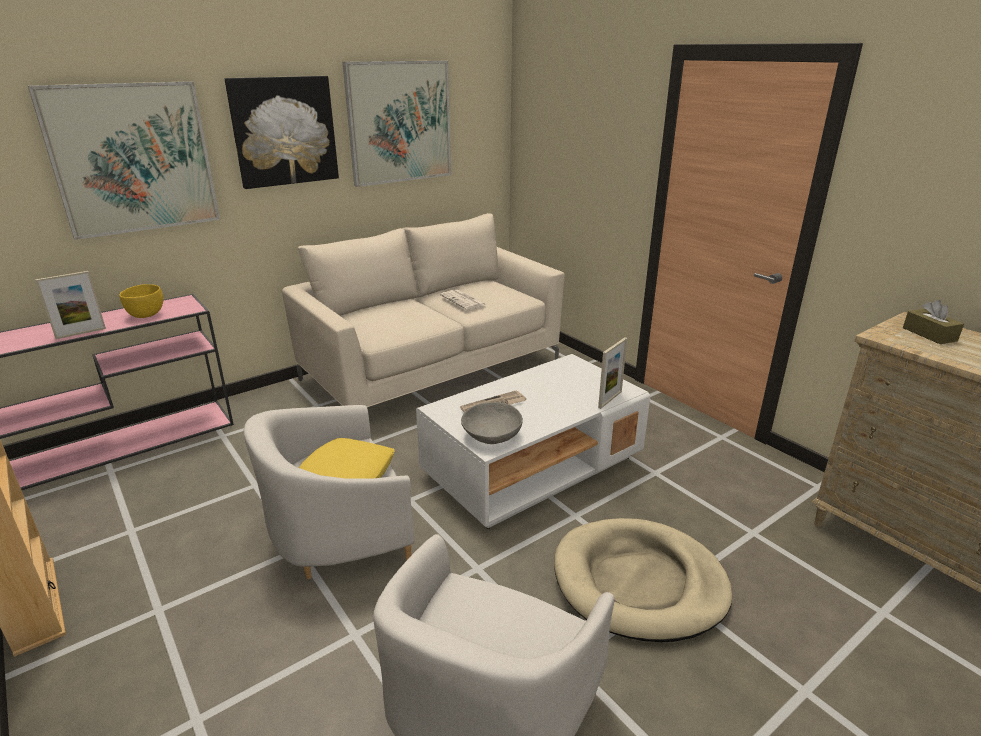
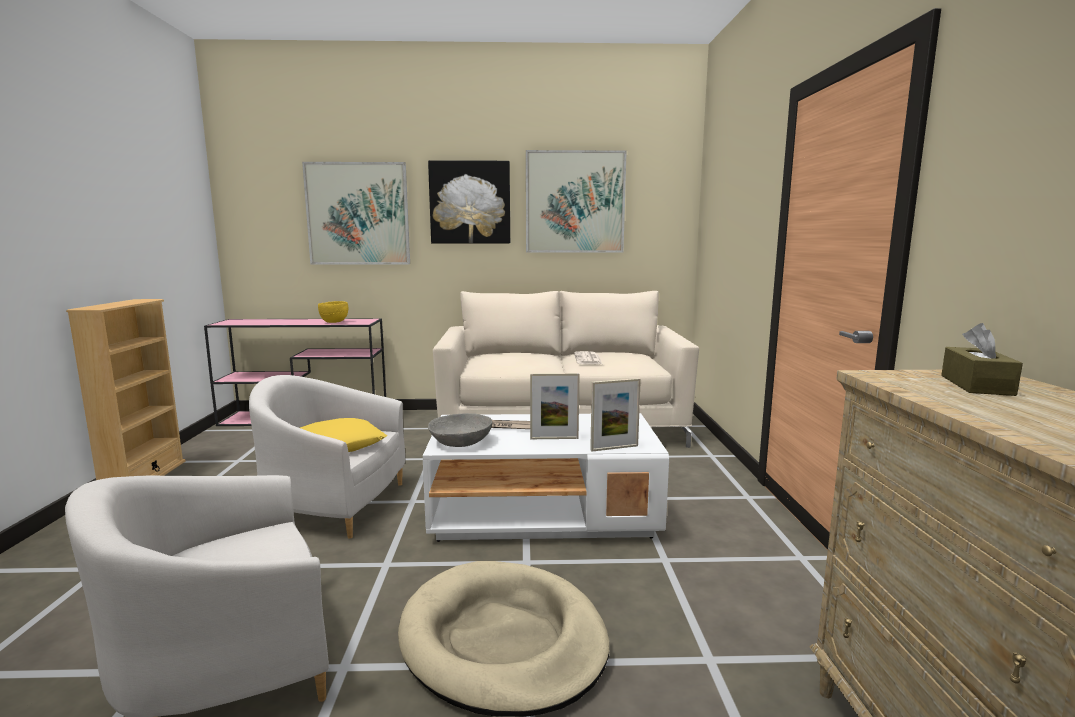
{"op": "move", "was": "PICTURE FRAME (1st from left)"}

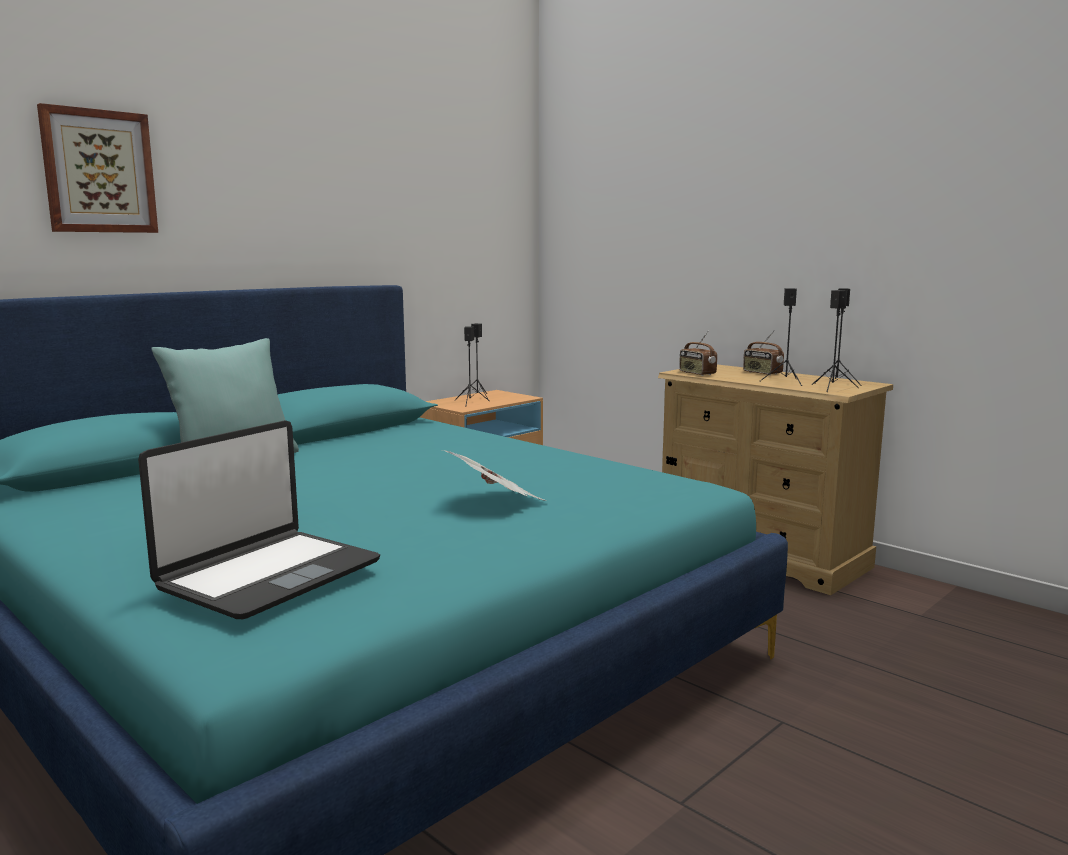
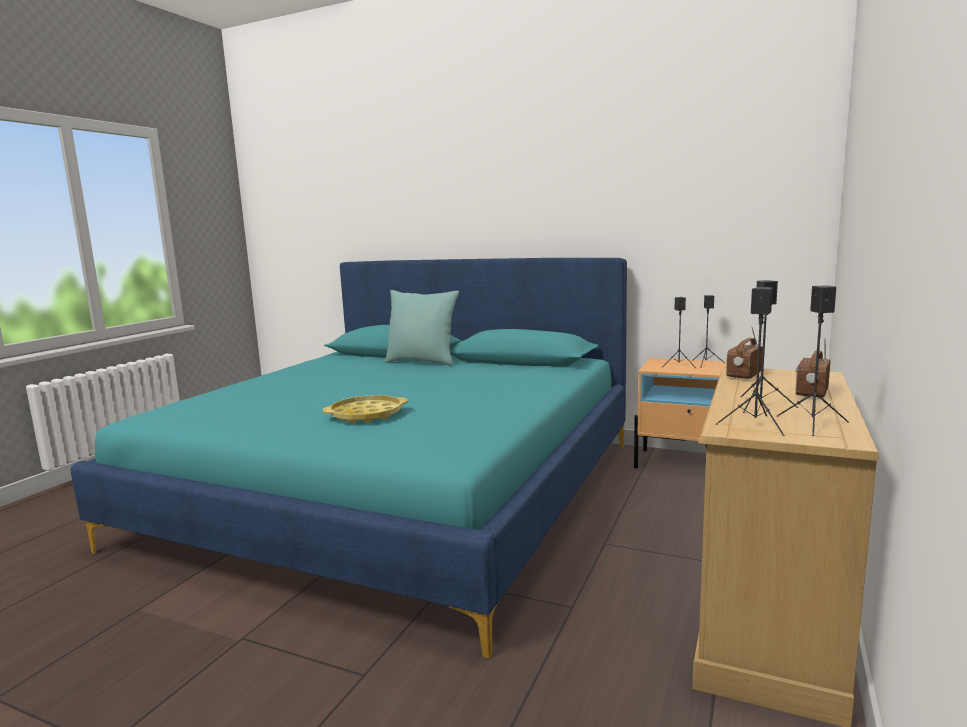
{"op": "replace", "was": "NEWSPAPER", "now": "YELLOW TRAY"}
{"op": "delete", "was": "PICTURE"}
{"op": "delete", "was": "LAPTOP"}

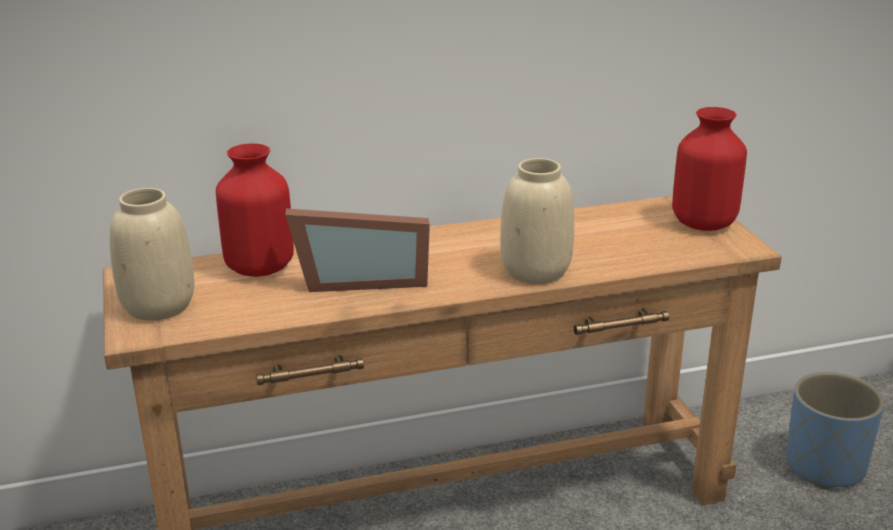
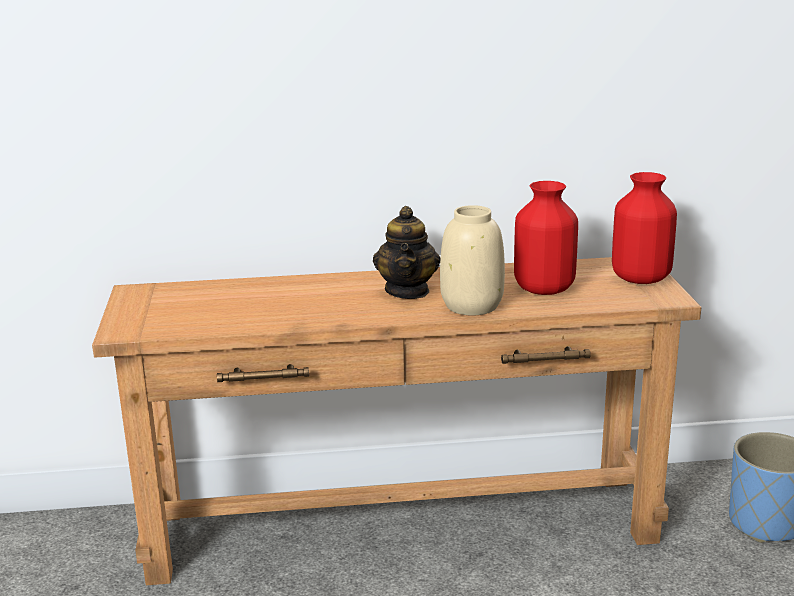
{"op": "insert", "now": "TEAPOT"}
{"op": "move", "was": "RED VASE (1st from left)"}
{"op": "delete", "was": "BEIGE VASE (1st from left)"}
{"op": "delete", "was": "PICTURE FRAME"}

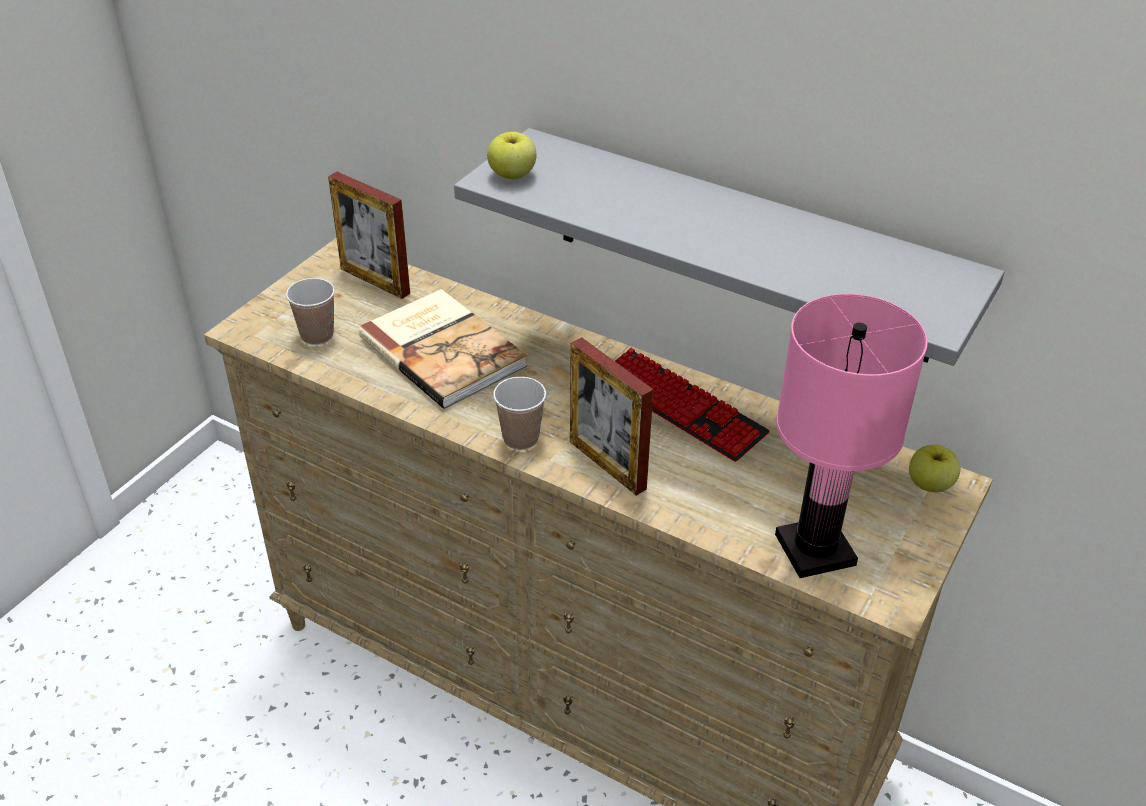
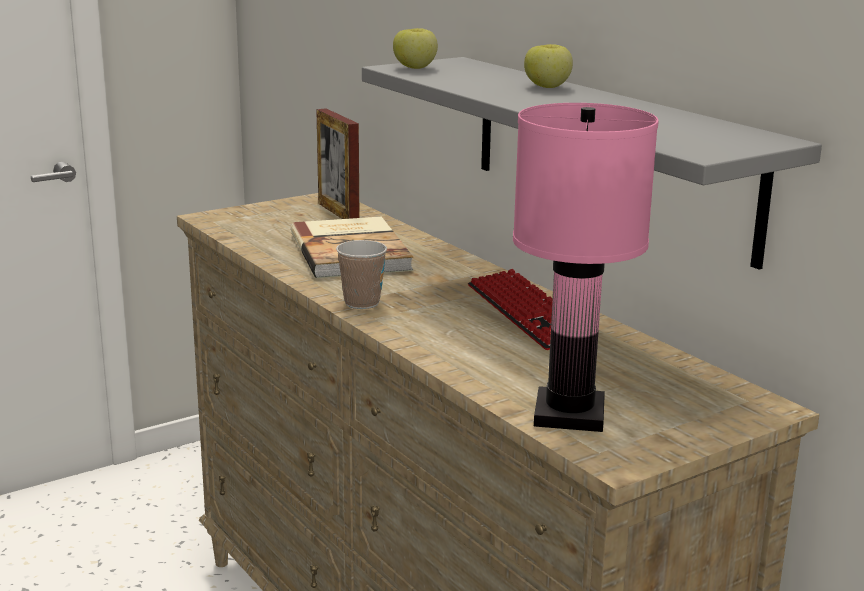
{"op": "move", "was": "APPLE (2nd from left)"}
{"op": "delete", "was": "CUP (1st from left)"}
{"op": "delete", "was": "PICTURE FRAME (2nd from left)"}

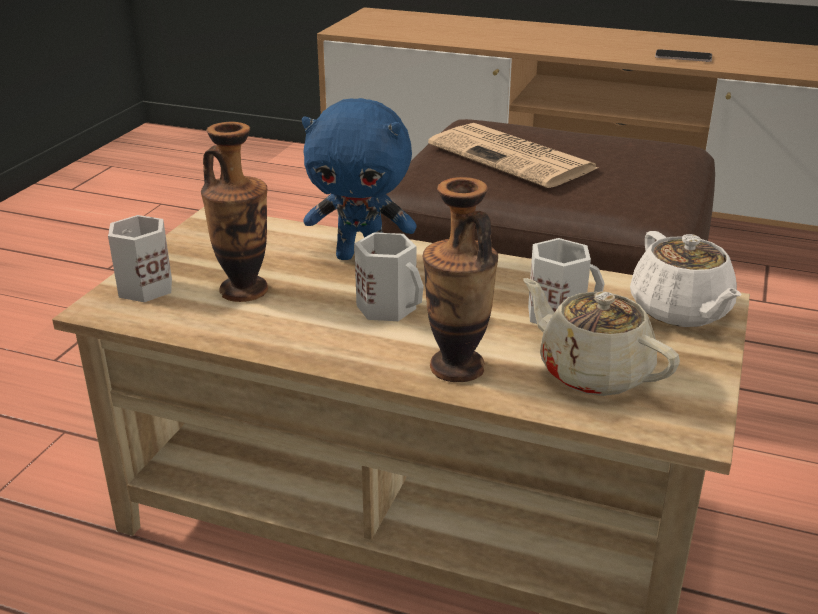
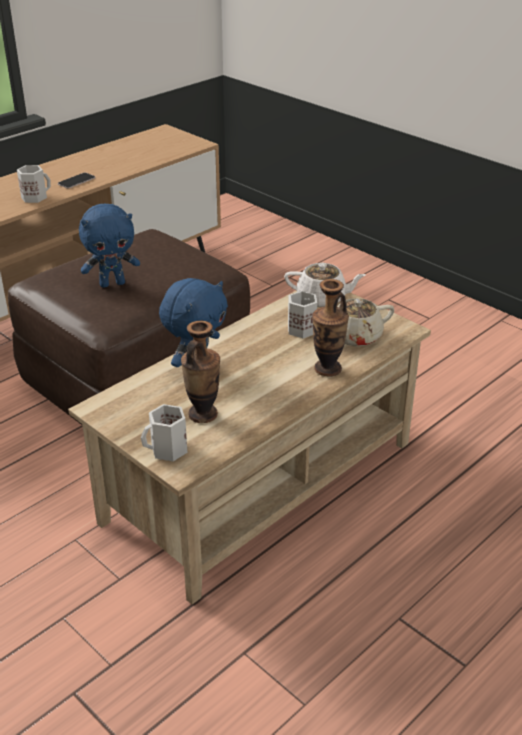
{"op": "move", "was": "WHITE MUG (2nd from left in the first image)", "now": "WHITE MUG (1st from left)"}
{"op": "replace", "was": "NEWSPAPER", "now": "BLUE PLUSH TOY (1st from left)"}

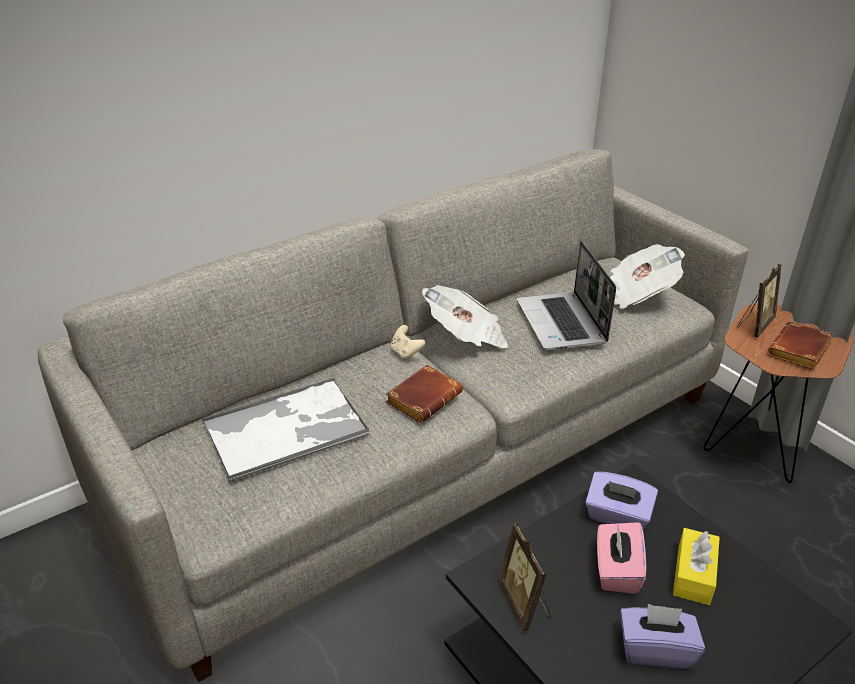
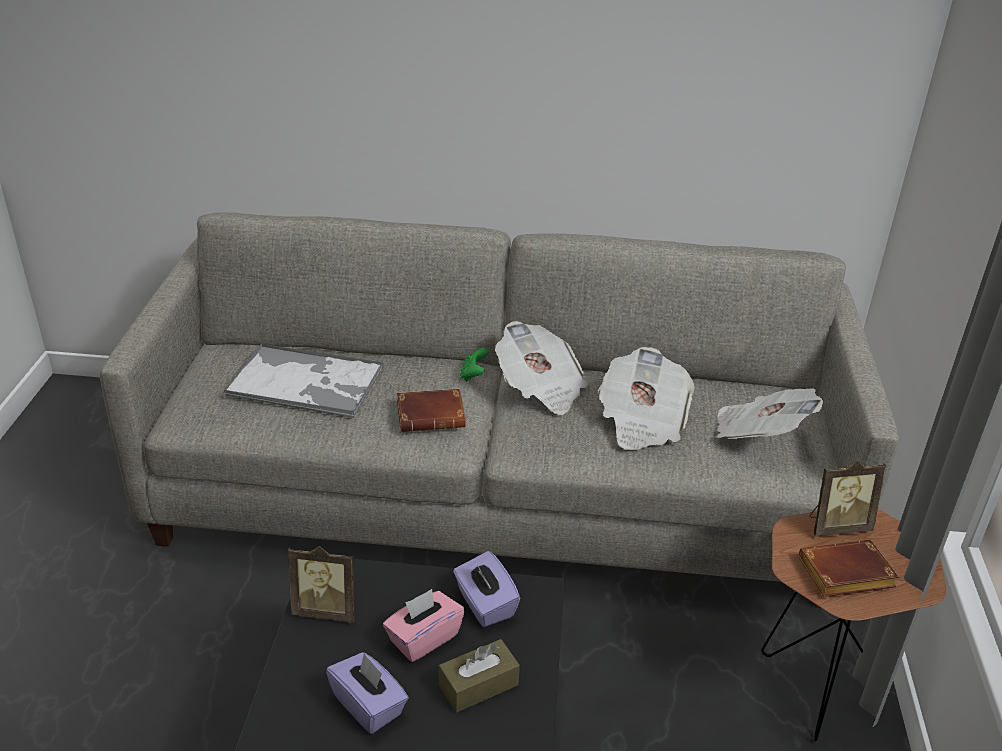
{"op": "rotate", "was": "PICTURE FRAME (1st from left)", "clockwise": -105}
{"op": "recolor", "was": "YELLOW TISSUE BOX", "now": "BROWN TISSUE BOX"}
{"op": "recolor", "was": "BEIGE GAME CONTROLLER", "now": "GREEN GAME CONTROLLER"}
{"op": "replace", "was": "LAPTOP", "now": "NEWSPAPER (2nd from left)"}

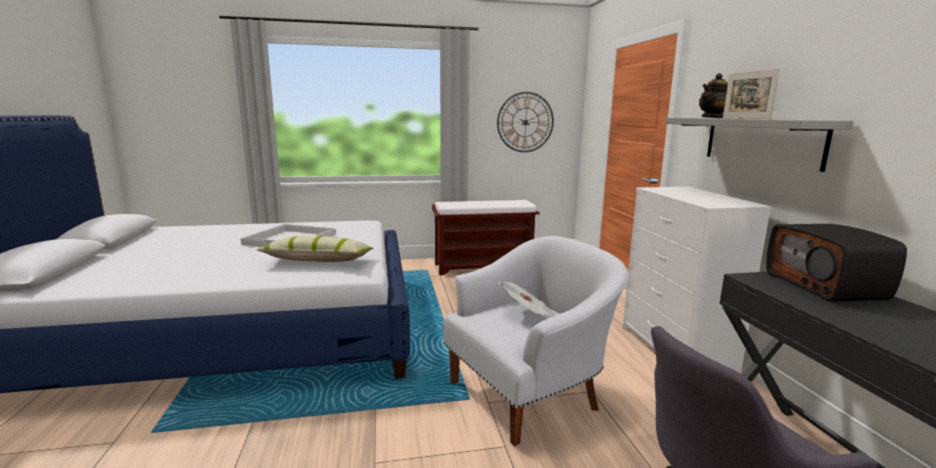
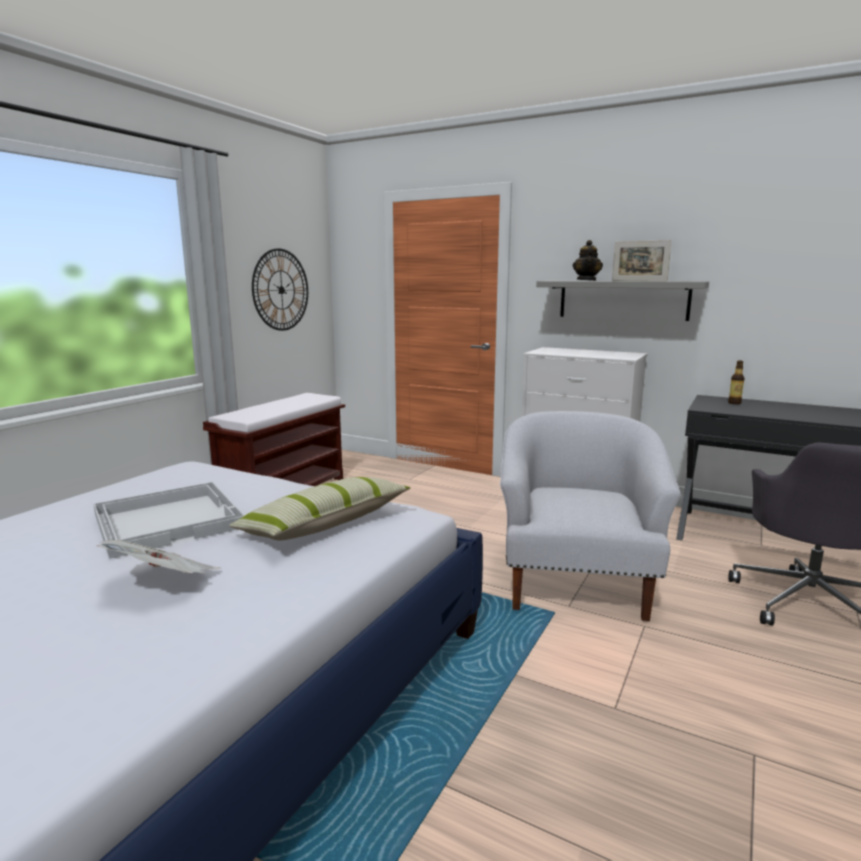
{"op": "move", "was": "NEWSPAPER"}
{"op": "replace", "was": "RADIO", "now": "BOTTLE"}

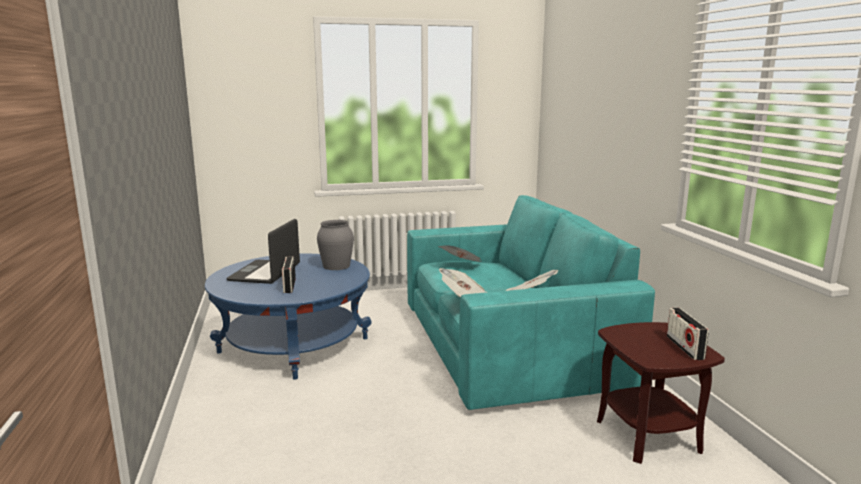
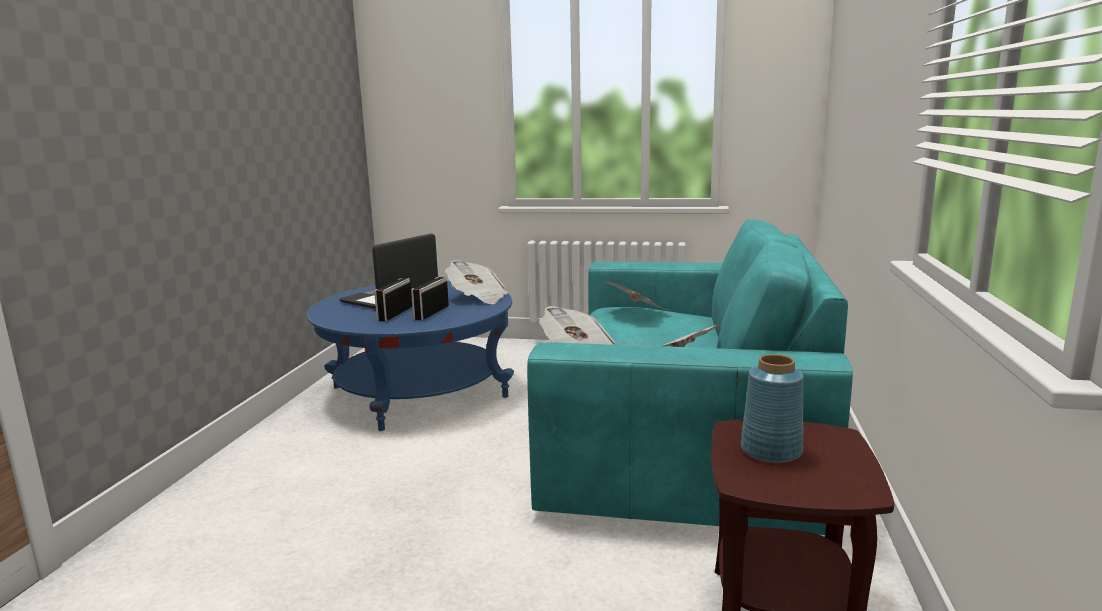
{"op": "move", "was": "RADIO (2nd from left)"}
{"op": "replace", "was": "GREY VASE", "now": "NEWSPAPER (1st from left)"}
{"op": "insert", "now": "BLUE VASE"}

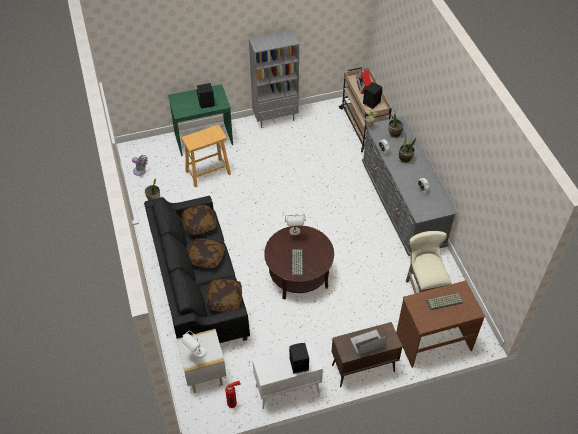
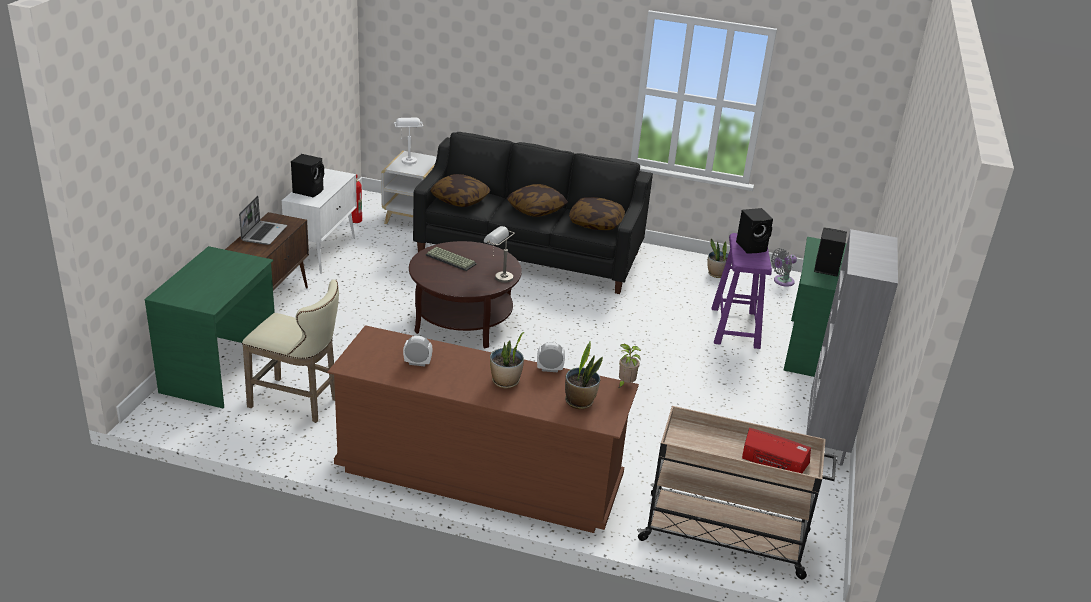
{"op": "recolor", "was": "BROWN DESK", "now": "GREEN DESK (1st from left)"}
{"op": "recolor", "was": "GREY DRESSER", "now": "BROWN DRESSER"}
{"op": "recolor", "was": "BEIGE STOOL (1st from left)", "now": "PURPLE STOOL"}
{"op": "move", "was": "BLACK SPEAKER (3rd from left in the first image)", "now": "BLACK SPEAKER (2nd from left)"}
{"op": "delete", "was": "KEYBOARD (2nd from left)"}

